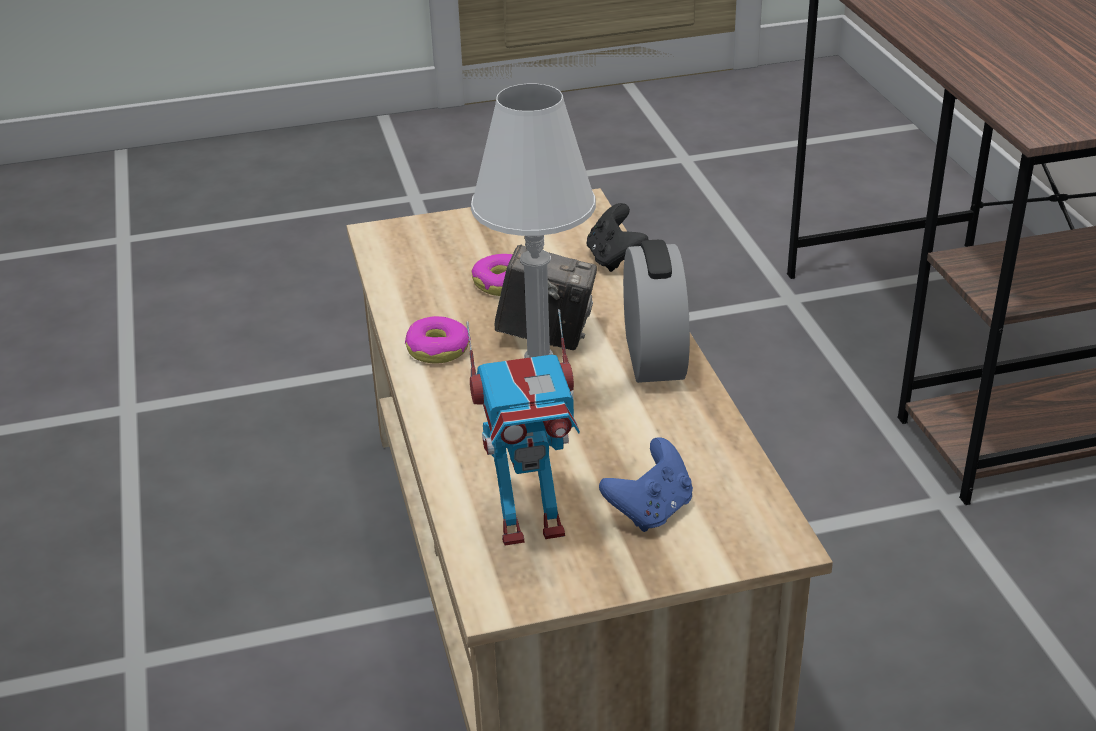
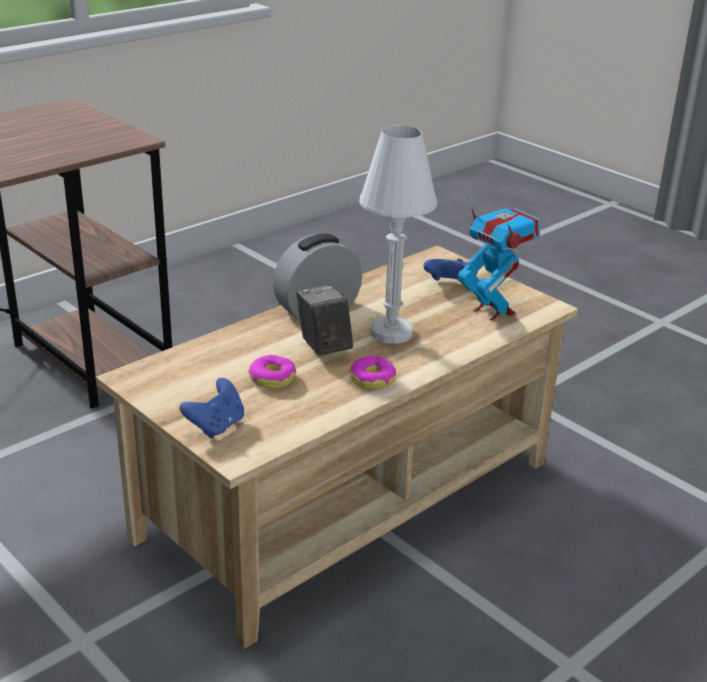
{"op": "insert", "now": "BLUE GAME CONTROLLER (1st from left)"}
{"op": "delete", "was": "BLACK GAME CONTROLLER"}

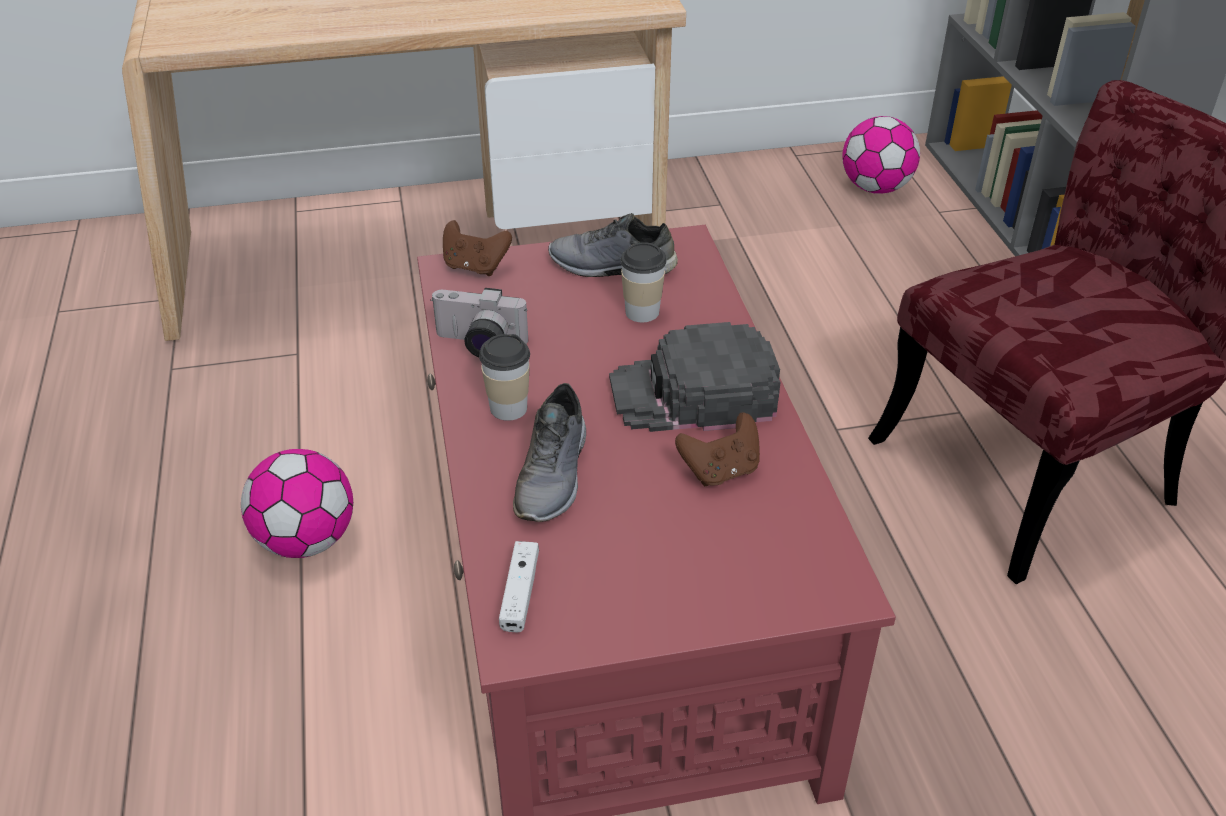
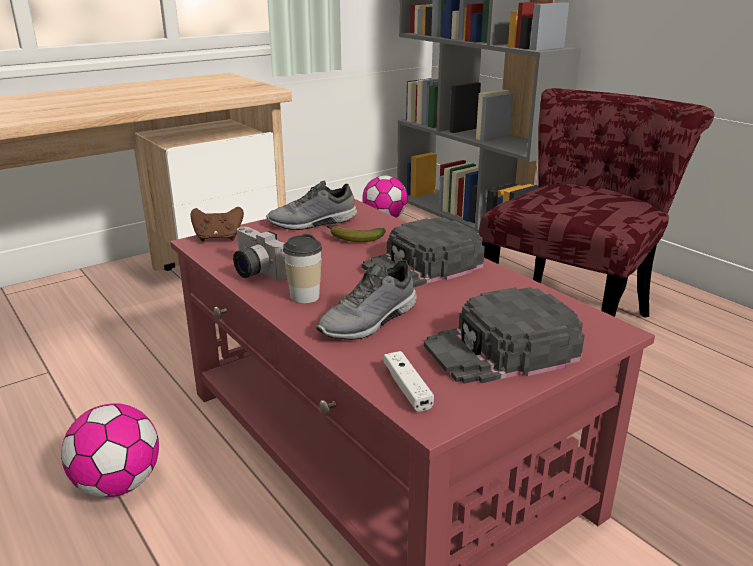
{"op": "rotate", "was": "PHOTO CAMERA", "clockwise": 60}
{"op": "rotate", "was": "GREY SHOE (1st from left in the first image)", "clockwise": 60}
{"op": "replace", "was": "CUP (2nd from left)", "now": "BANANA"}
{"op": "insert", "now": "BLACK CAP (2nd from left)"}
{"op": "delete", "was": "BROWN GAME CONTROLLER (2nd from left)"}

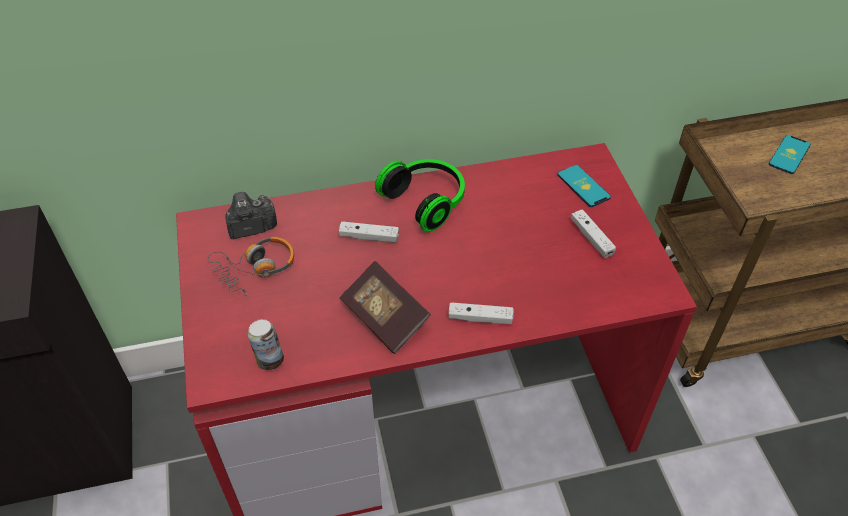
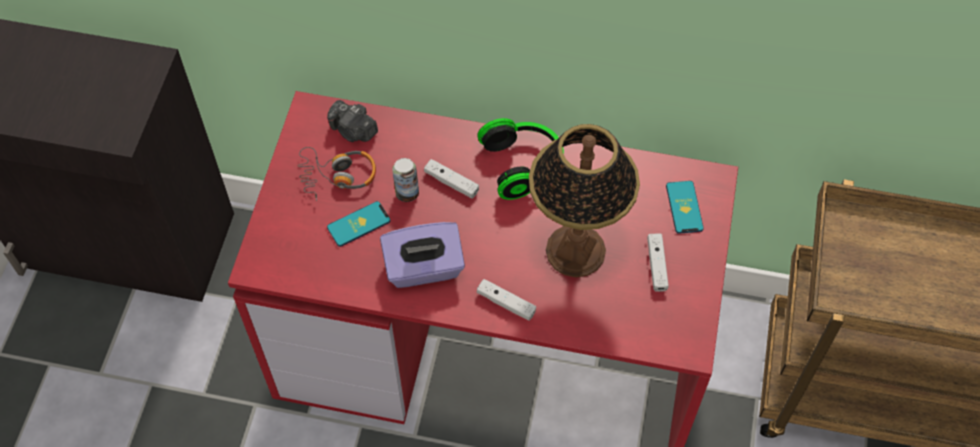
{"op": "rotate", "was": "PHOTO CAMERA", "clockwise": -150}
{"op": "move", "was": "PHONE (2nd from left in the first image)", "now": "PHONE (1st from left)"}
{"op": "replace", "was": "BOOK", "now": "PURPLE TISSUE BOX"}
{"op": "move", "was": "CAN"}
{"op": "insert", "now": "TABLE LAMP"}

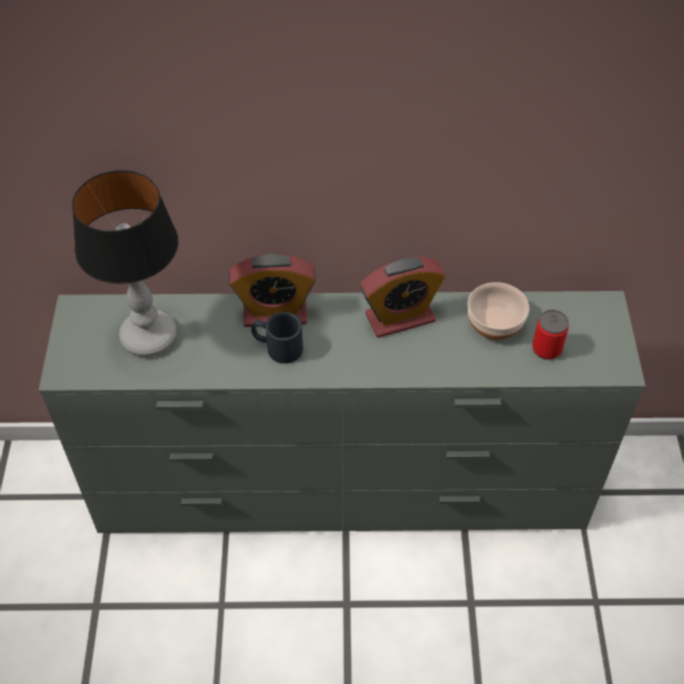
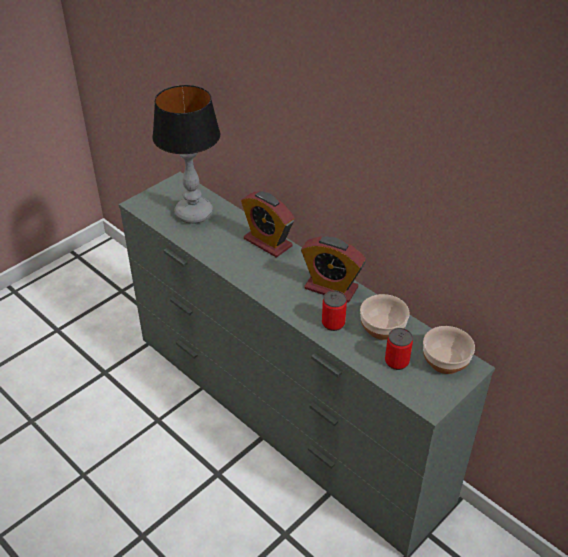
{"op": "insert", "now": "CAN (1st from left)"}
{"op": "insert", "now": "BOWL (2nd from left)"}
{"op": "delete", "was": "BLACK MUG"}

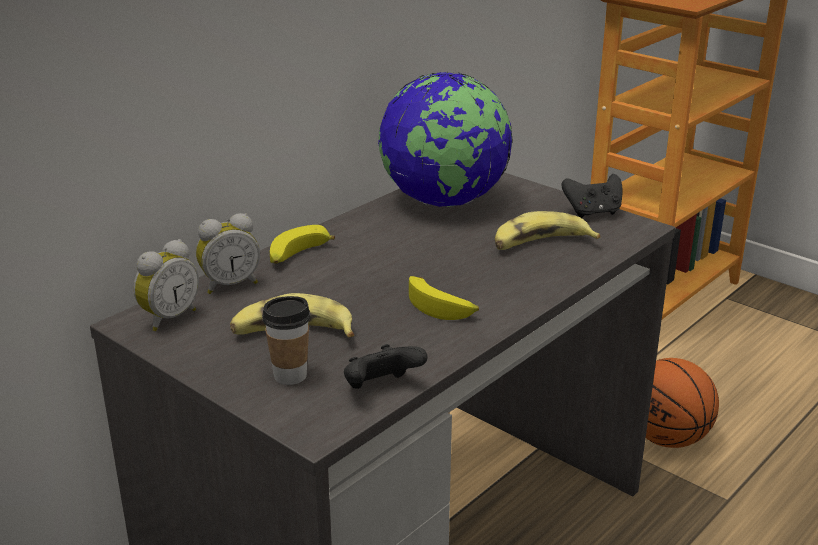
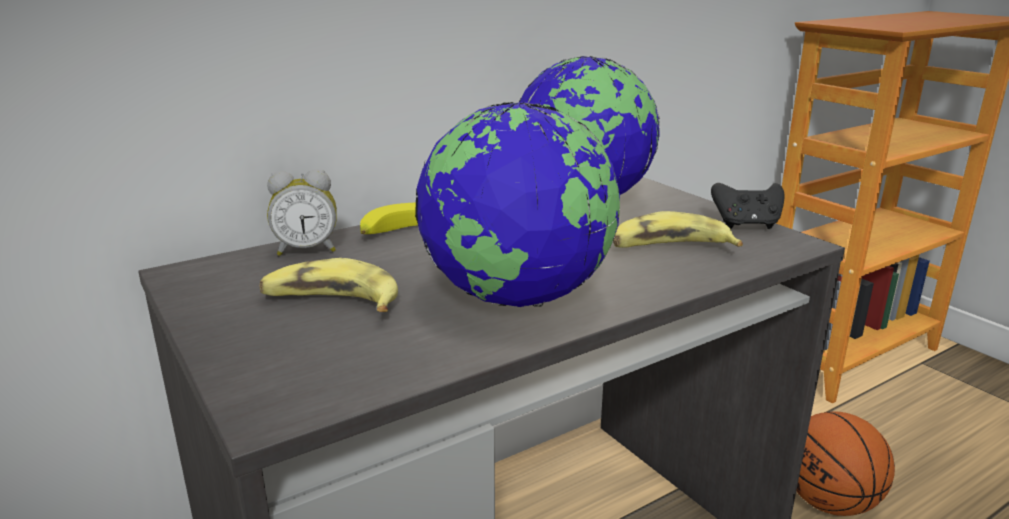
{"op": "replace", "was": "BANANA (3rd from left)", "now": "GLOBE (1st from left)"}
{"op": "delete", "was": "ALARM CLOCK (1st from left)"}
{"op": "delete", "was": "CUP"}
{"op": "delete", "was": "BLACK GAME CONTROLLER (1st from left)"}

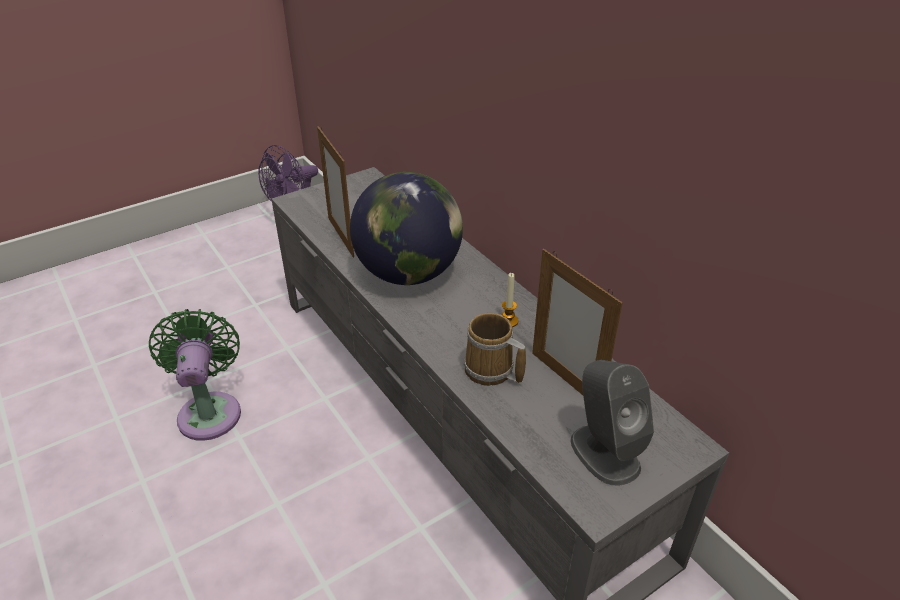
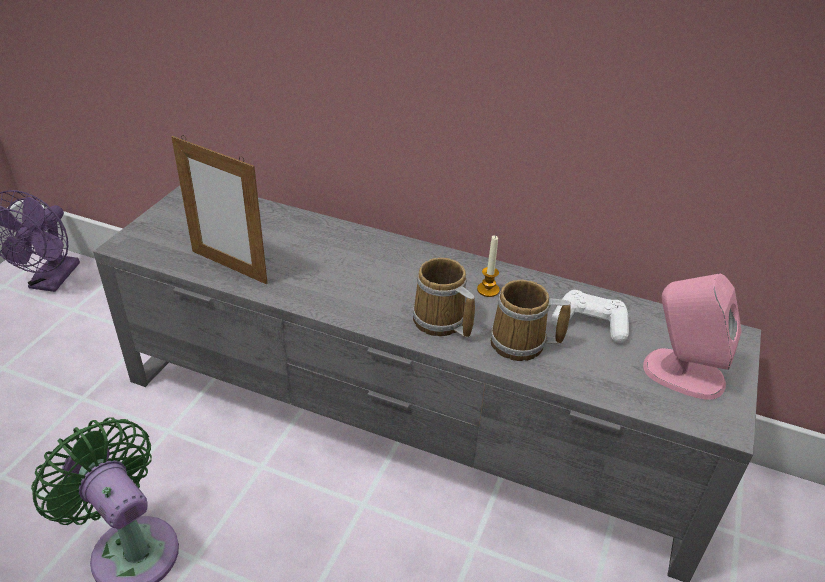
{"op": "insert", "now": "MUG (1st from left)"}
{"op": "replace", "was": "PICTURE FRAME (2nd from left)", "now": "WHITE GAME CONTROLLER"}
{"op": "recolor", "was": "GREY SPEAKER", "now": "PINK SPEAKER"}
{"op": "delete", "was": "GLOBE"}

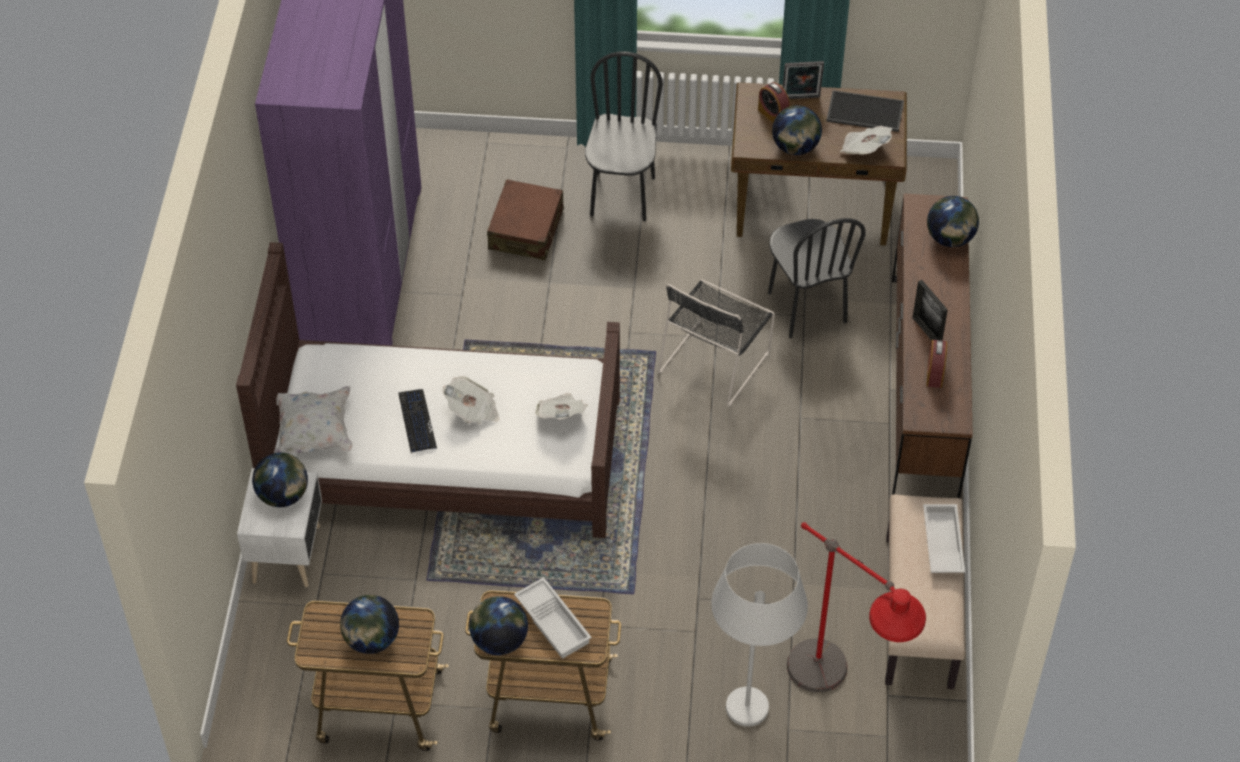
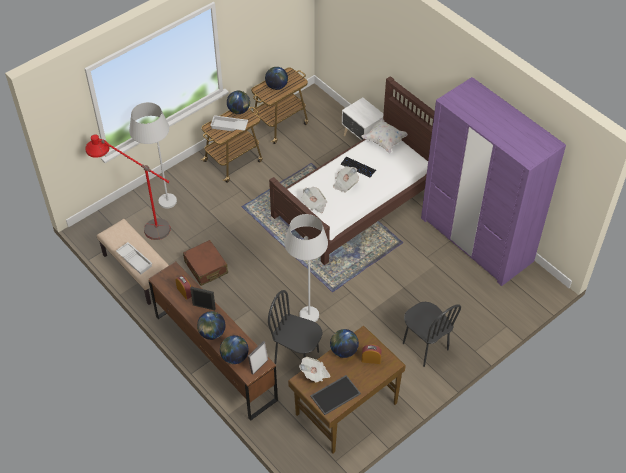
{"op": "move", "was": "BROWN SUITCASE"}
{"op": "move", "was": "GLOBE (1st from left)"}
{"op": "move", "was": "PICTURE FRAME (1st from left in the first image)", "now": "PICTURE FRAME (2nd from left)"}
{"op": "replace", "was": "BLACK CHAIR (2nd from left)", "now": "WHITE FLOOR LAMP (2nd from left)"}

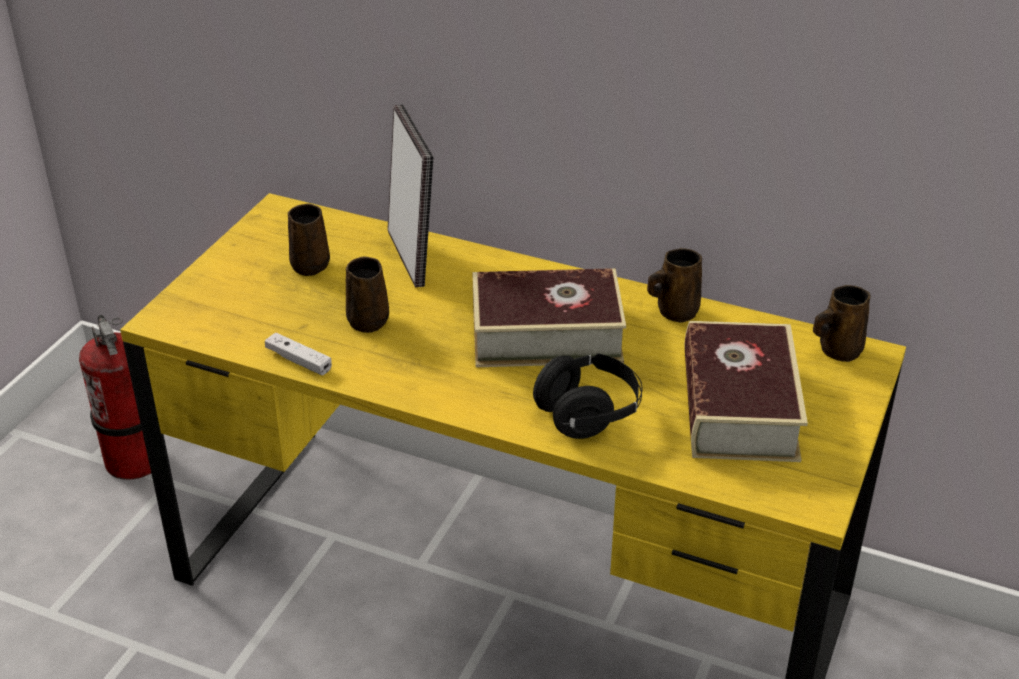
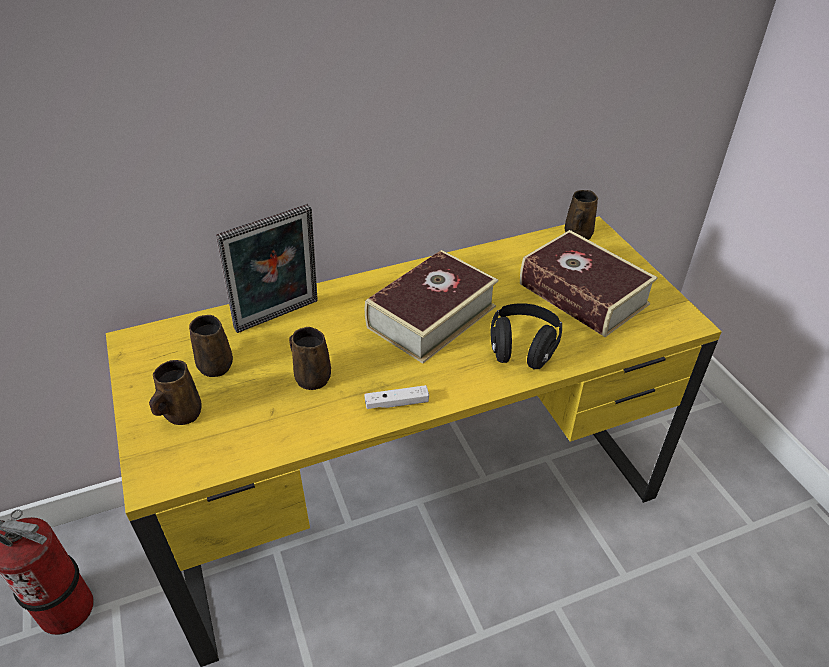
{"op": "move", "was": "BROWN MUG (3rd from left in the first image)", "now": "BROWN MUG (1st from left)"}
{"op": "rotate", "was": "PICTURE FRAME", "clockwise": 120}
{"op": "move", "was": "WHITE GAME CONTROLLER"}

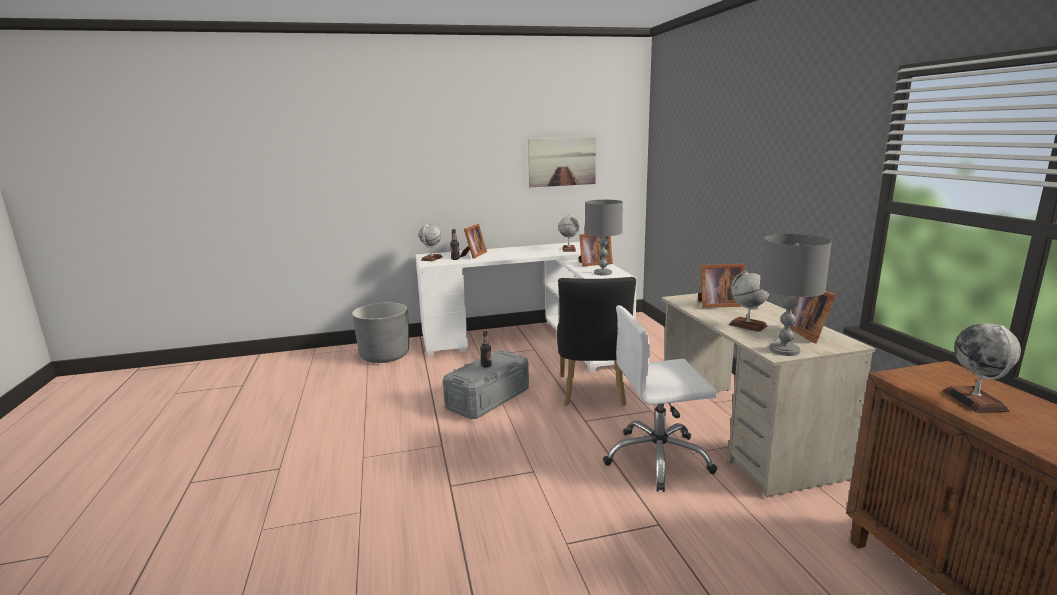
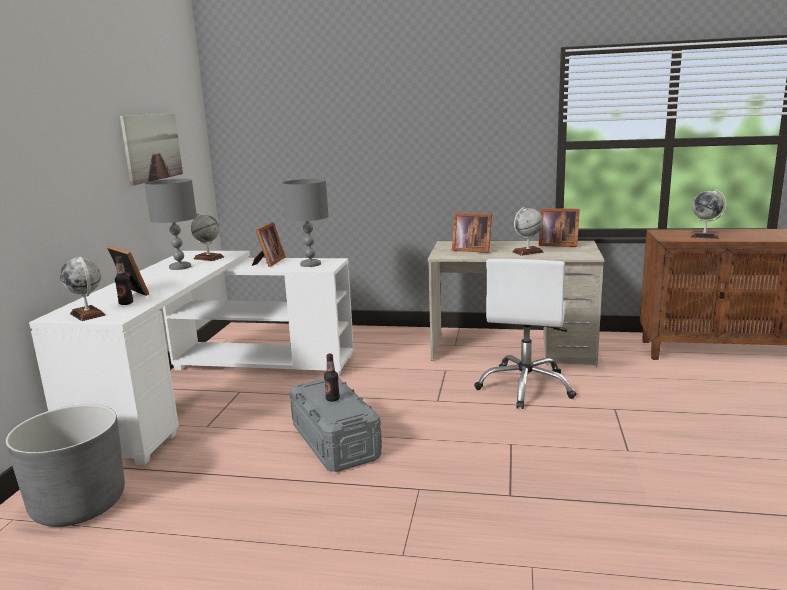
{"op": "move", "was": "GREY TABLE LAMP (2nd from left in the first image)", "now": "GREY TABLE LAMP (1st from left)"}
{"op": "rotate", "was": "PICTURE FRAME (3rd from left)", "clockwise": 90}
{"op": "delete", "was": "BLACK CHAIR"}

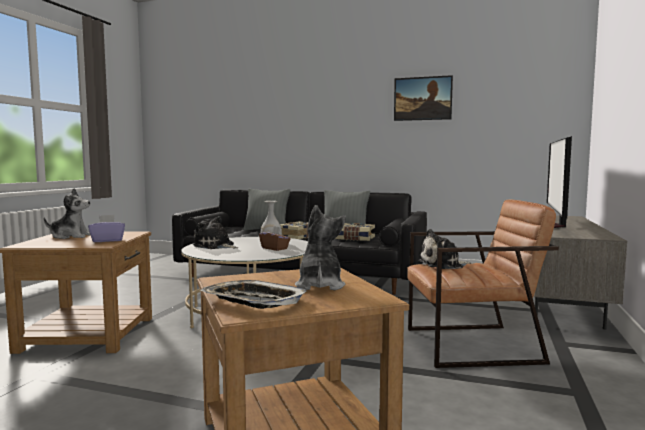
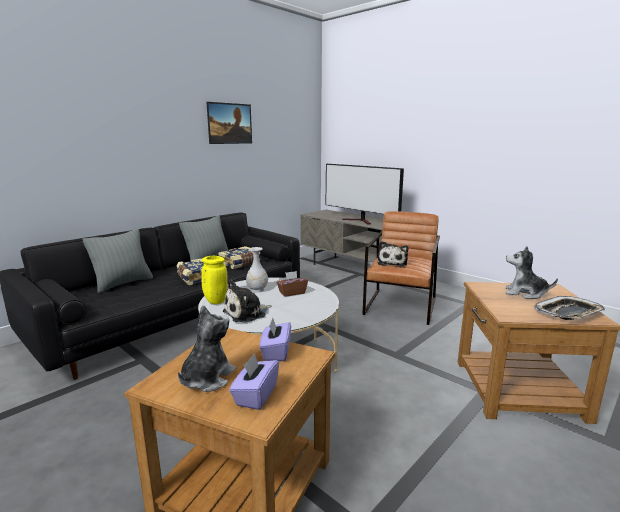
{"op": "insert", "now": "YELLOW VASE"}
{"op": "insert", "now": "PURPLE TISSUE BOX (1st from left)"}

